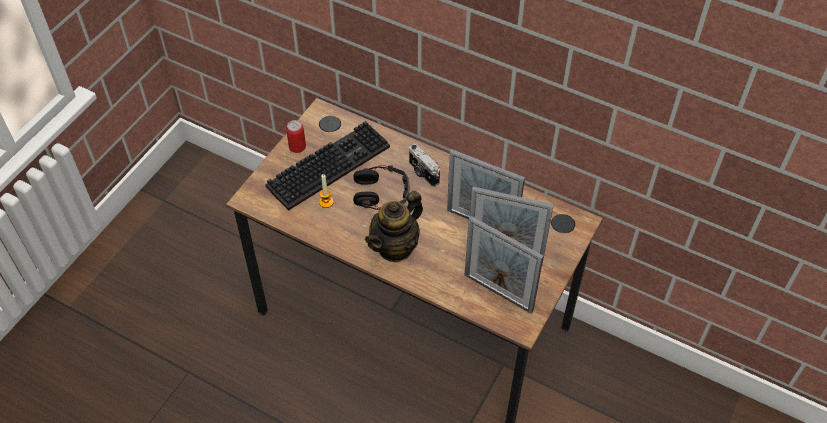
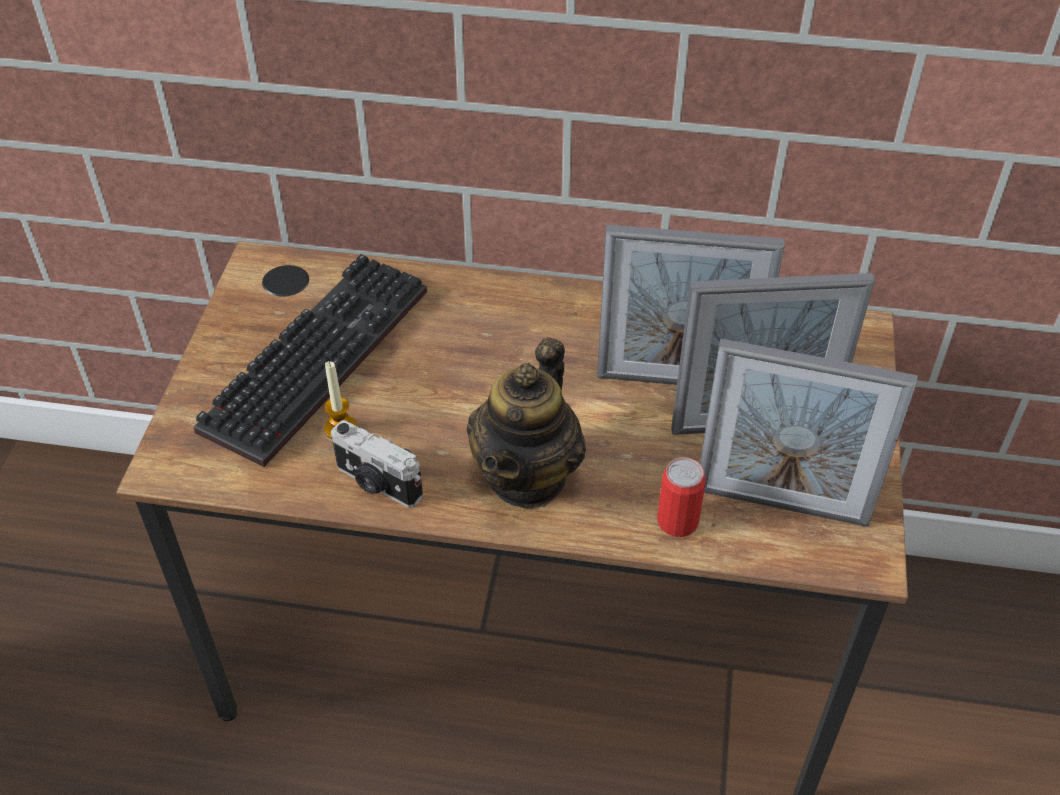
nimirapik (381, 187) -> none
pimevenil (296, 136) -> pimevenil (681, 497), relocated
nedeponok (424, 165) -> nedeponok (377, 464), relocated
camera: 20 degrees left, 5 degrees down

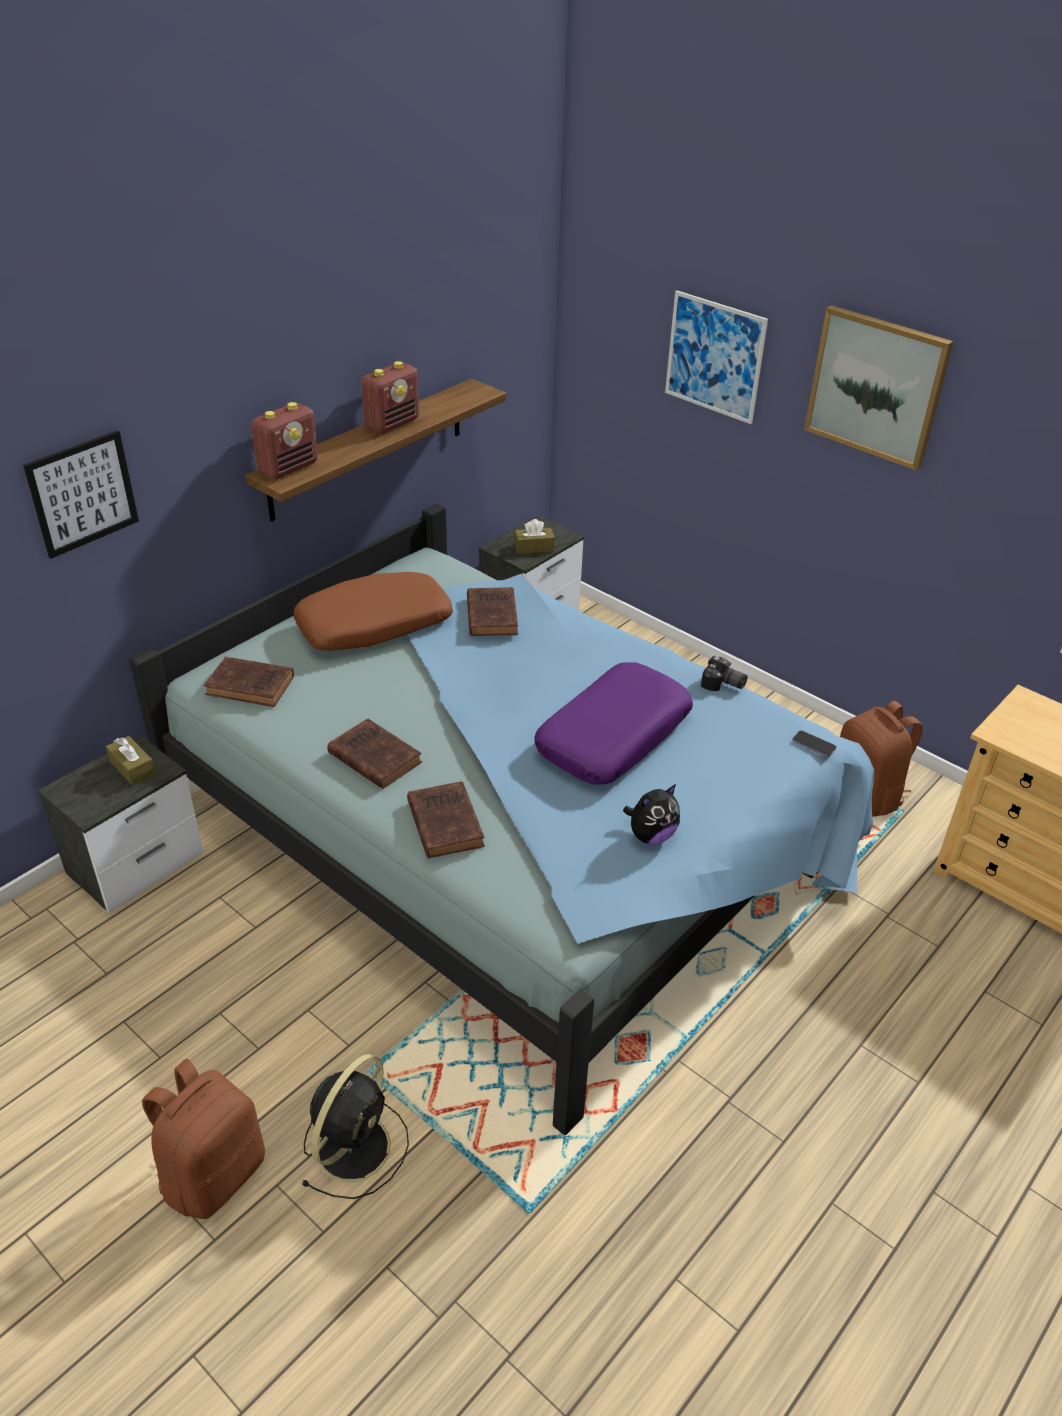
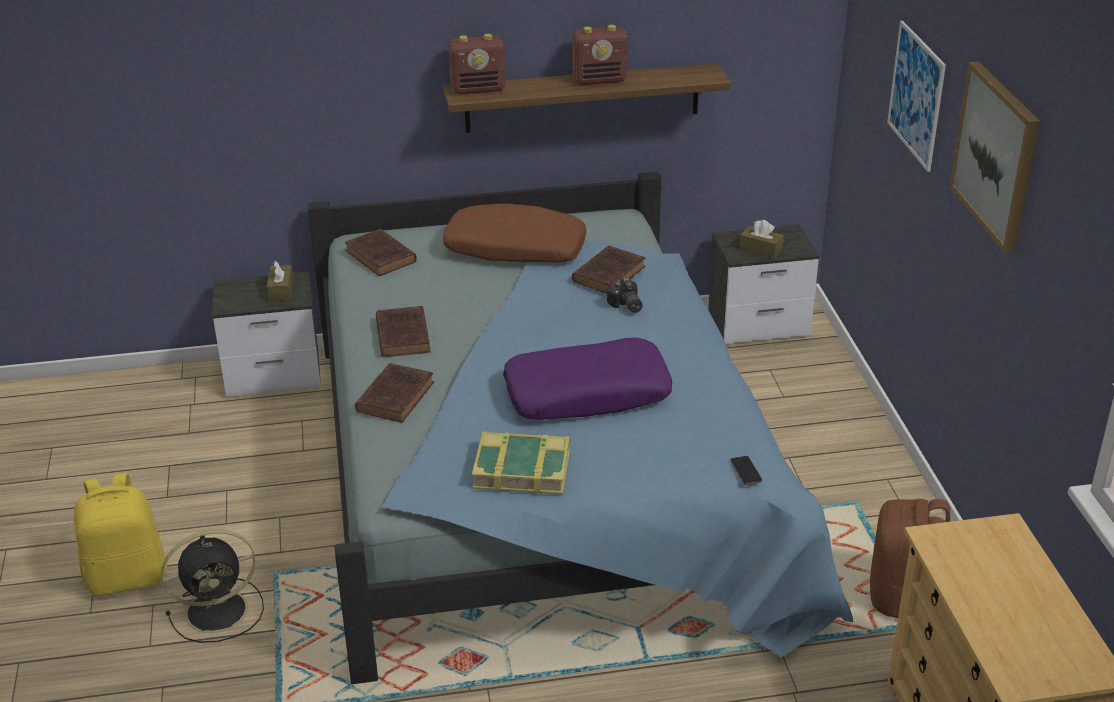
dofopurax (81, 494) -> none
nedeponok (724, 673) -> nedeponok (624, 295), relocated
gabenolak (651, 814) -> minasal (521, 463)
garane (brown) (203, 1139) -> garane (yellow) (120, 535)
camera: 40 degrees right, 5 degrees down

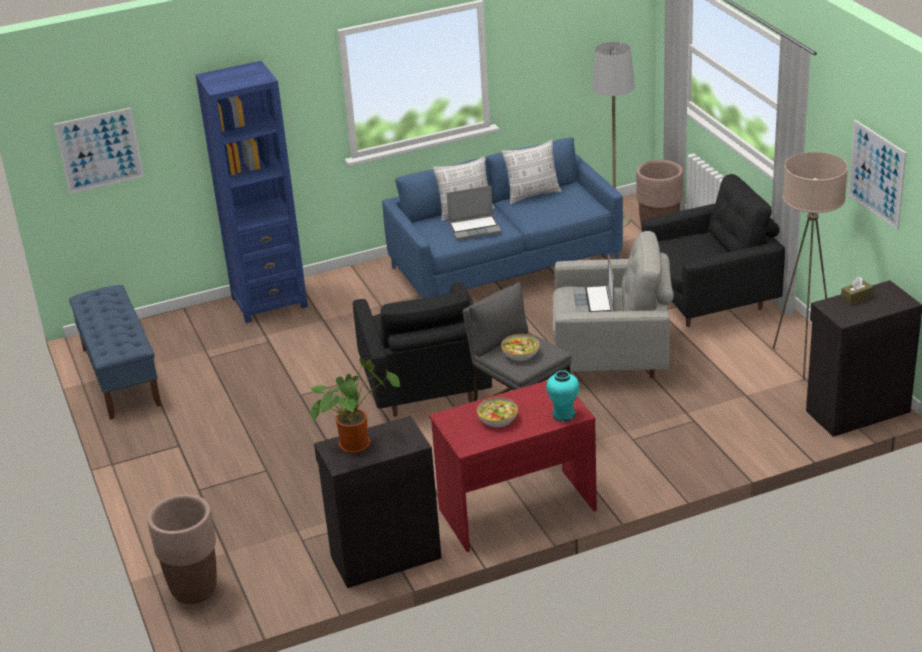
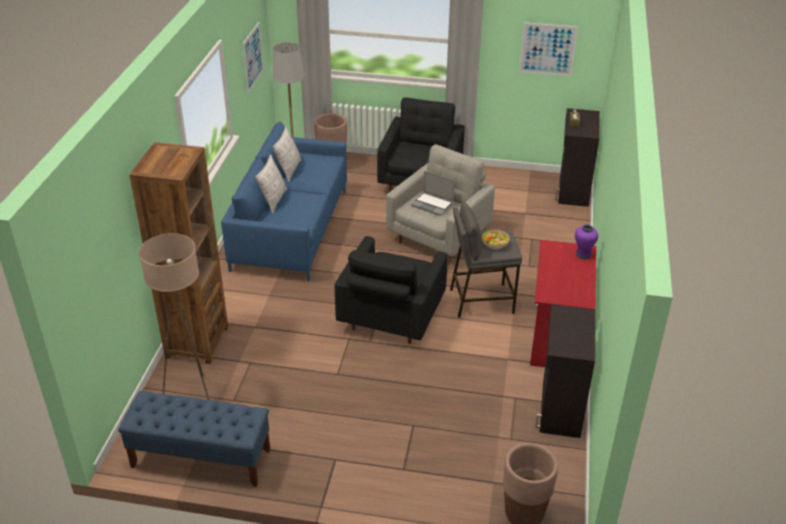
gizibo (355, 406) -> none
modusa (474, 212) -> none
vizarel (497, 412) -> none
dofopurax (99, 151) -> dofopurax (253, 57), relocated
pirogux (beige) (810, 266) -> pirogux (beige) (174, 316), relocated
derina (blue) (251, 192) -> derina (brown) (178, 253)
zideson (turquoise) (562, 396) -> zideson (purple) (586, 241)
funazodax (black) (422, 349) -> funazodax (black) (391, 290), 90 degrees clockwise
camera: 60 degrees left, 5 degrees up

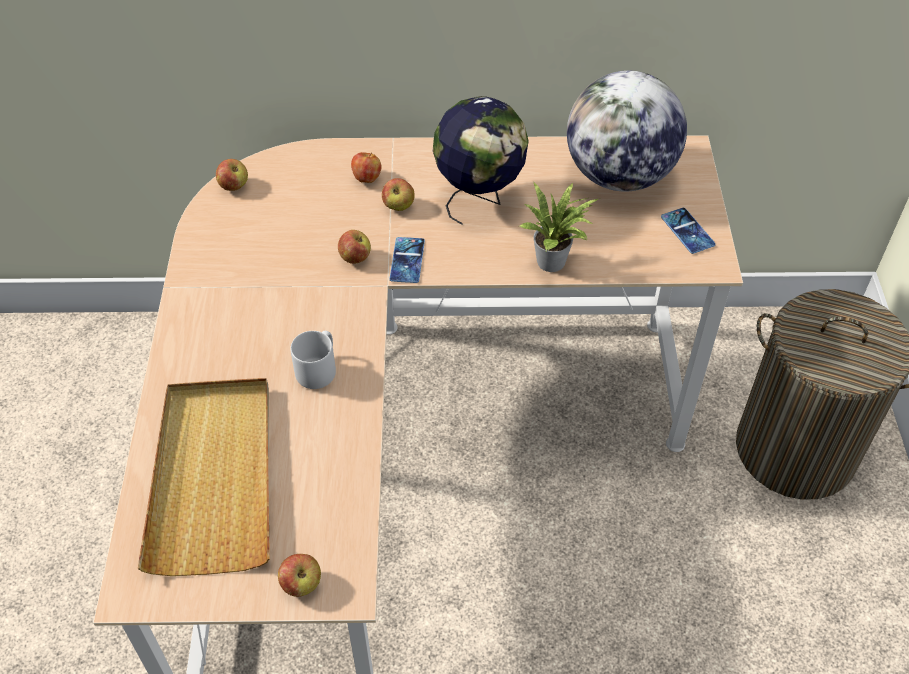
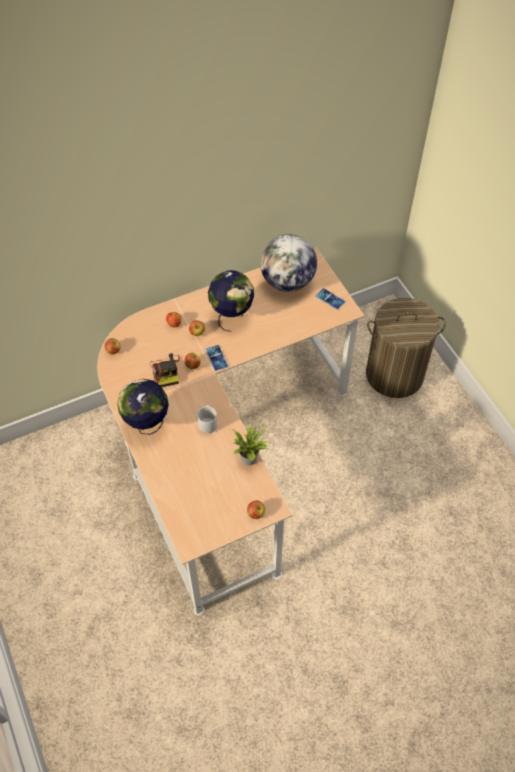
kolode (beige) (204, 477) -> none
none -> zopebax (143, 407)
none -> nedeponok (165, 370)
gizibo (558, 227) -> gizibo (251, 444), relocated
camera: 25 degrees left, 5 degrees up

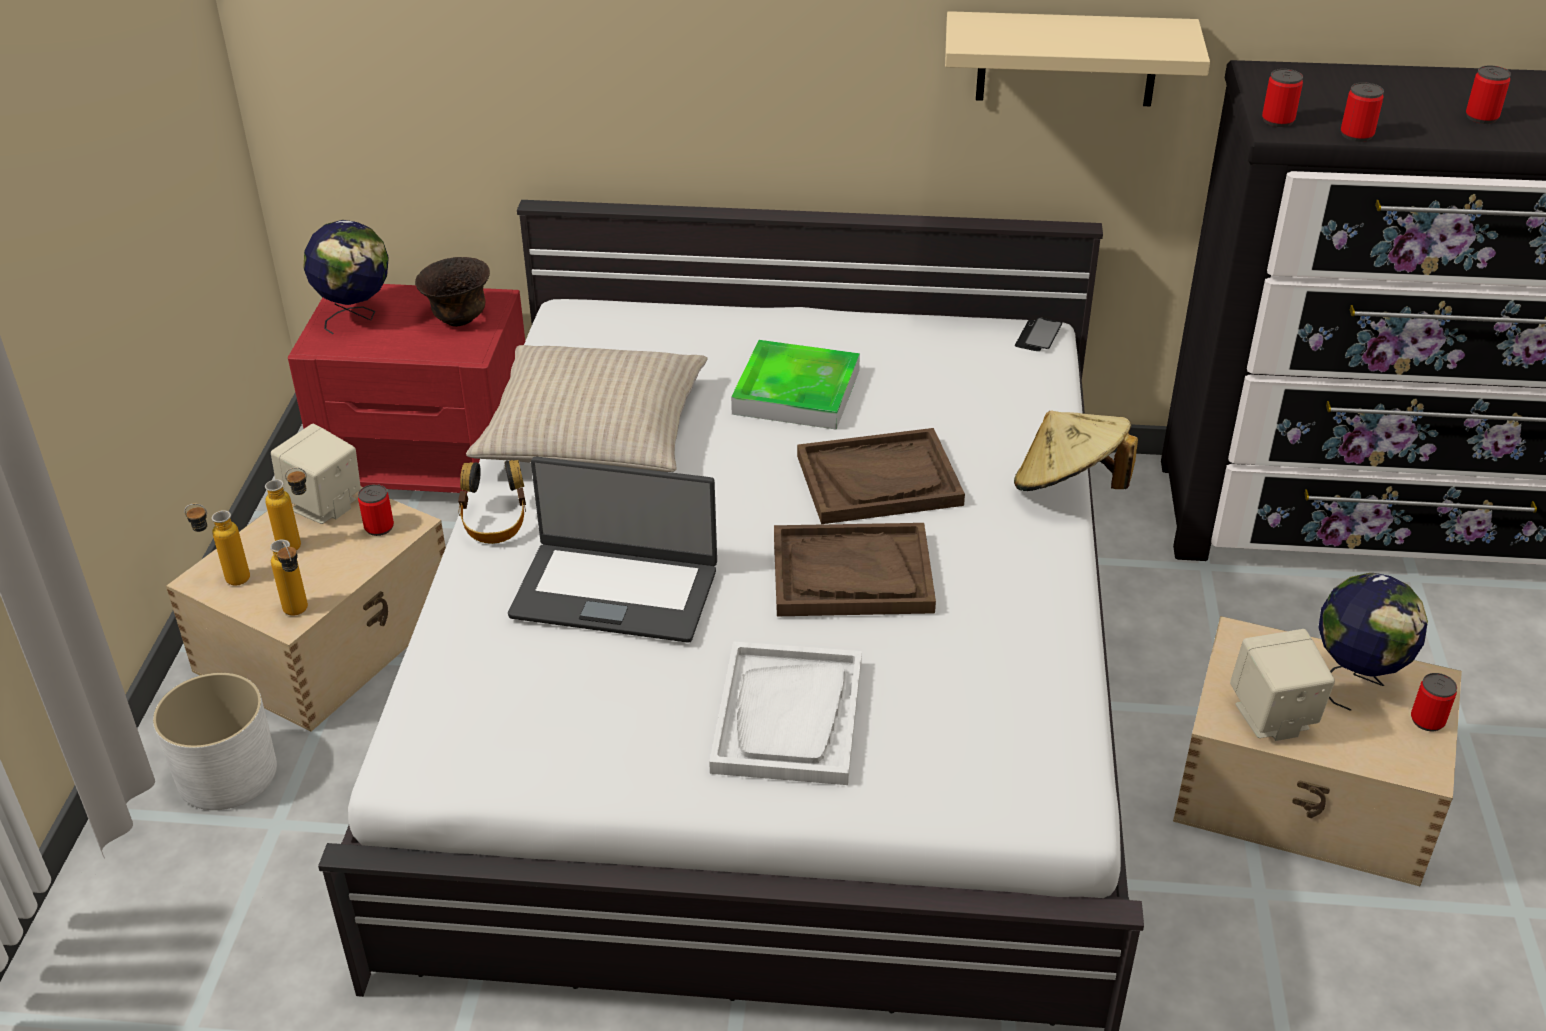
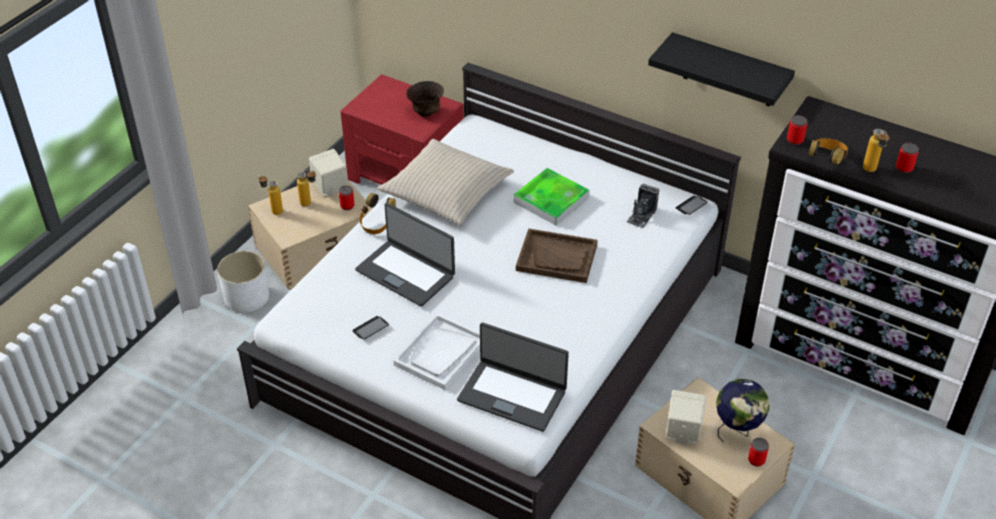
zopebax (346, 277) -> none
kolode (brown) (855, 569) -> none
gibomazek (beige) (1076, 450) -> none
none -> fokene (371, 328)
none -> modusa (513, 377)
none -> nedeponok (642, 205)
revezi (289, 577) -> revezi (876, 150), relocated
pimevenil (1362, 112) -> nimirapik (828, 151)
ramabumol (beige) (1077, 58) -> ramabumol (black) (721, 69)
camera: 25 degrees right, 5 degrees up

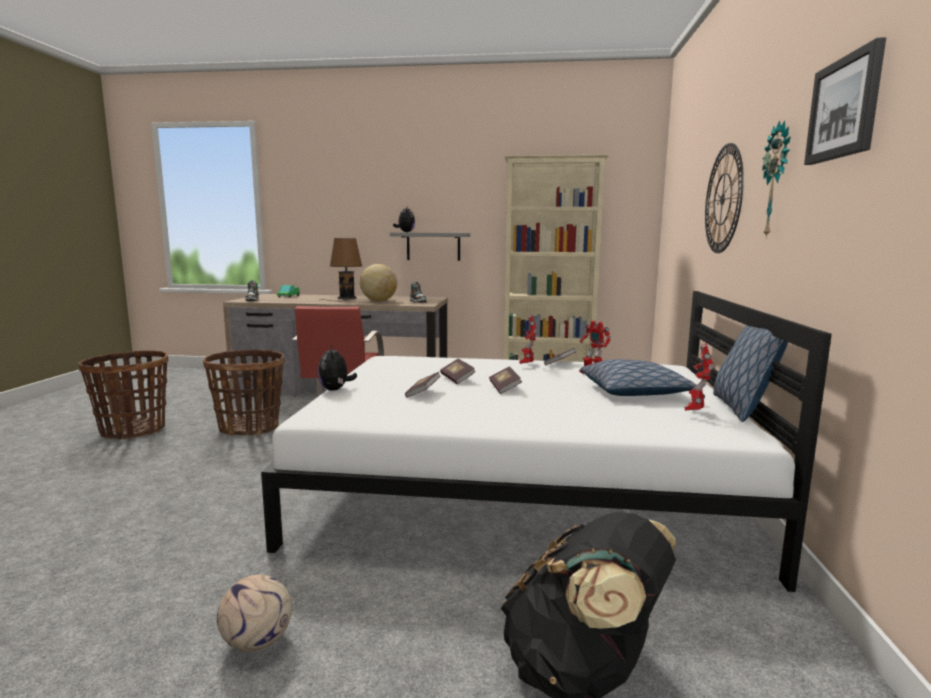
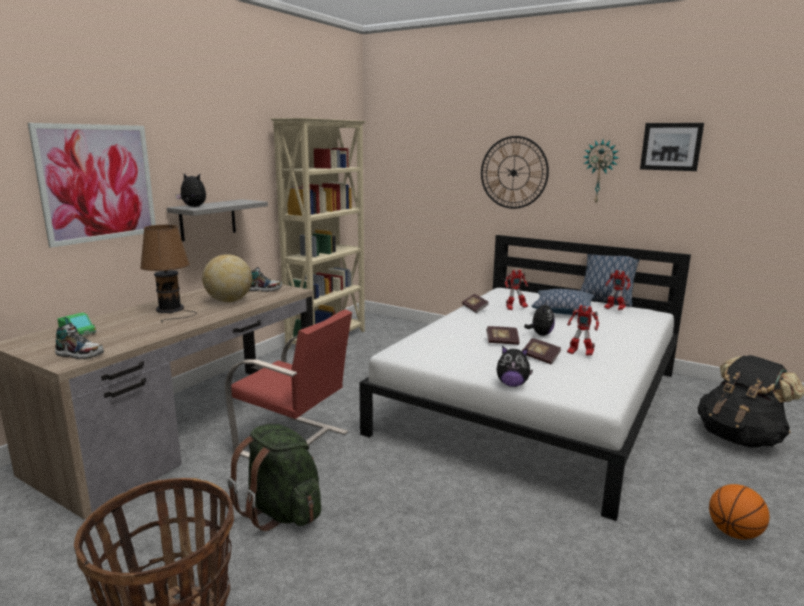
none -> dofopurax (92, 185)
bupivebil (528, 339) -> bupivebil (583, 330), relocated
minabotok (244, 392) -> garane (green) (274, 477)
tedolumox (254, 613) -> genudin (739, 511)
minasal (505, 380) -> gabenolak (539, 318)
camera: 65 degrees left, 5 degrees up

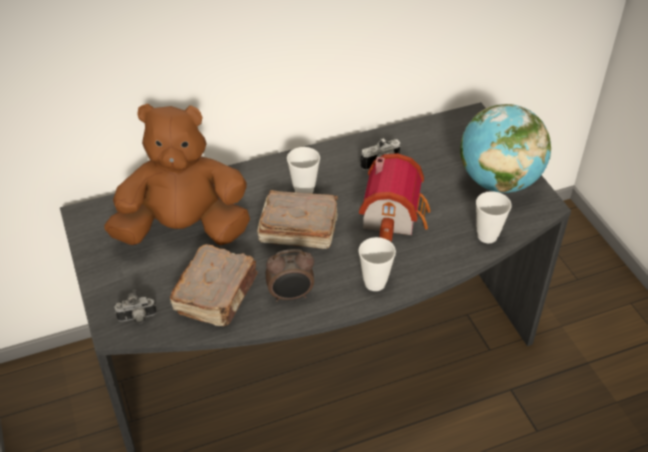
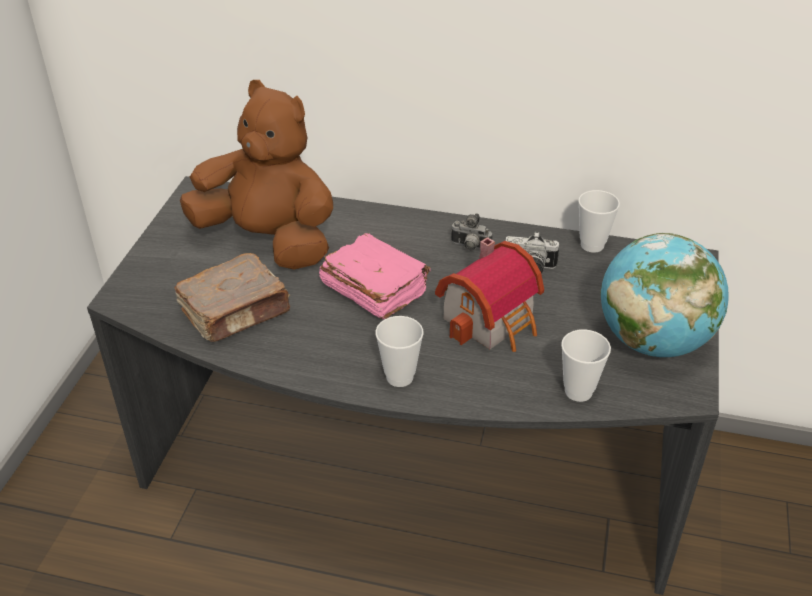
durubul (290, 275) -> none
nedeponok (135, 307) -> nedeponok (471, 232), relocated
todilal (303, 170) -> todilal (599, 221), relocated
minasal (brown) (297, 219) -> minasal (pink) (375, 276)
camera: 35 degrees right, 5 degrees down

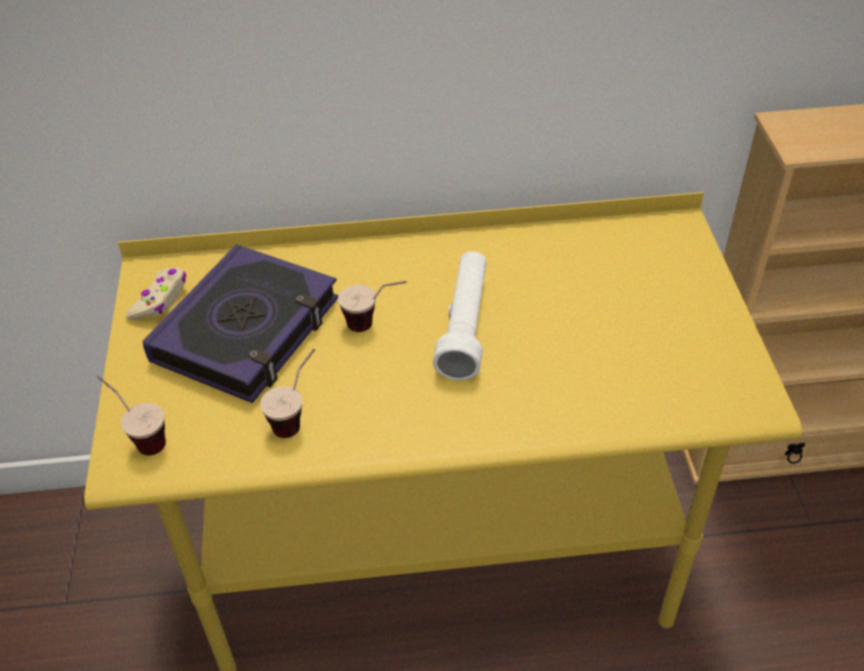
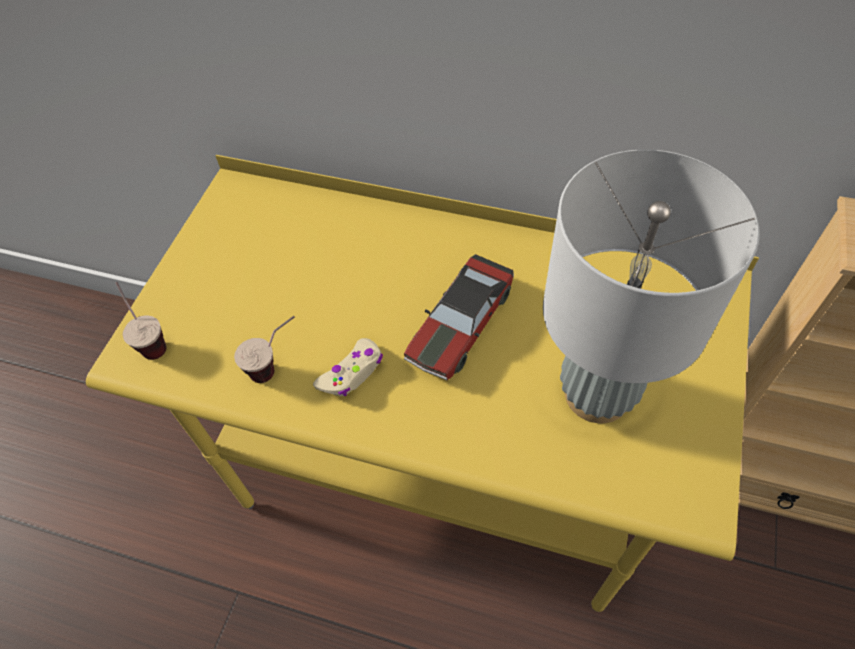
minasal (240, 323) -> none
todilal (372, 306) -> none
none -> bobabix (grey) (651, 286)
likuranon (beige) (156, 294) -> likuranon (beige) (348, 367), relocated
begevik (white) (460, 315) -> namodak (459, 317)
camera: 25 degrees right, 10 degrees up

